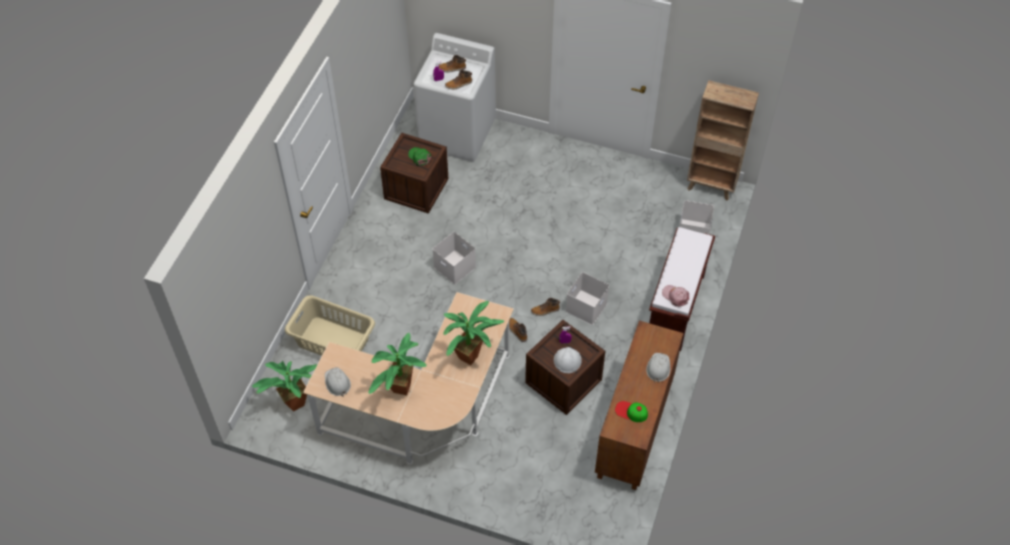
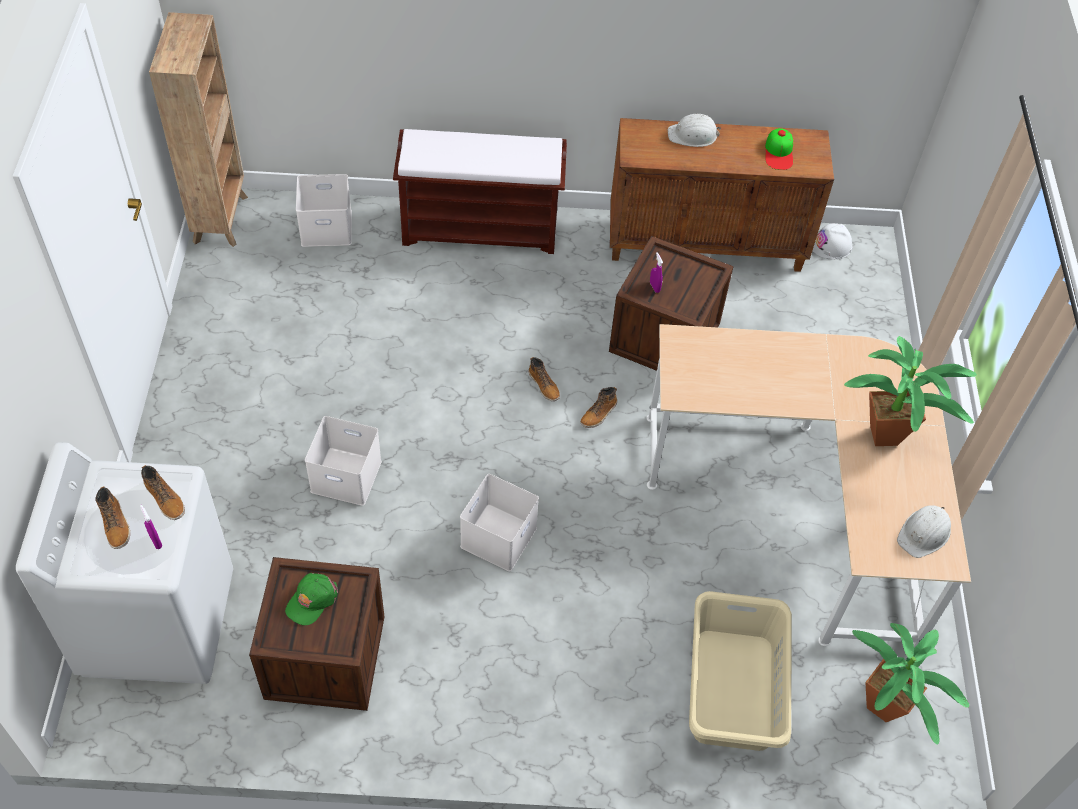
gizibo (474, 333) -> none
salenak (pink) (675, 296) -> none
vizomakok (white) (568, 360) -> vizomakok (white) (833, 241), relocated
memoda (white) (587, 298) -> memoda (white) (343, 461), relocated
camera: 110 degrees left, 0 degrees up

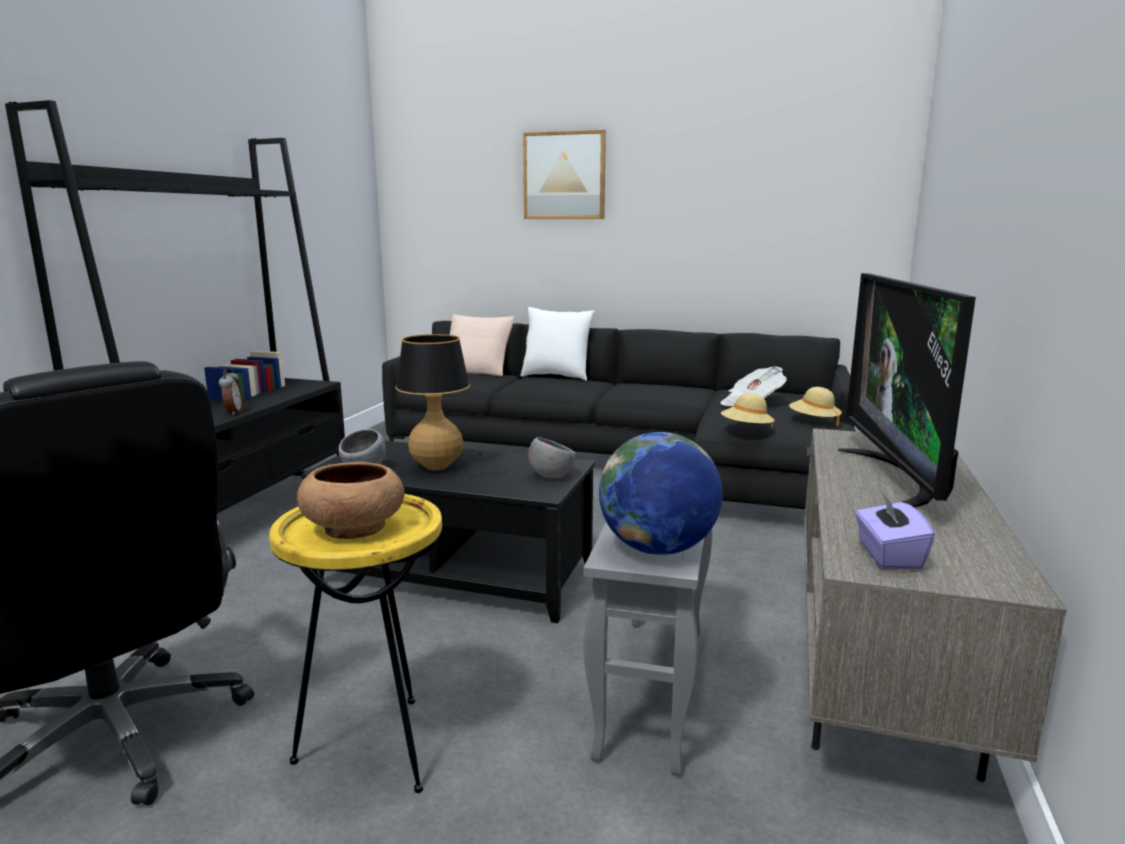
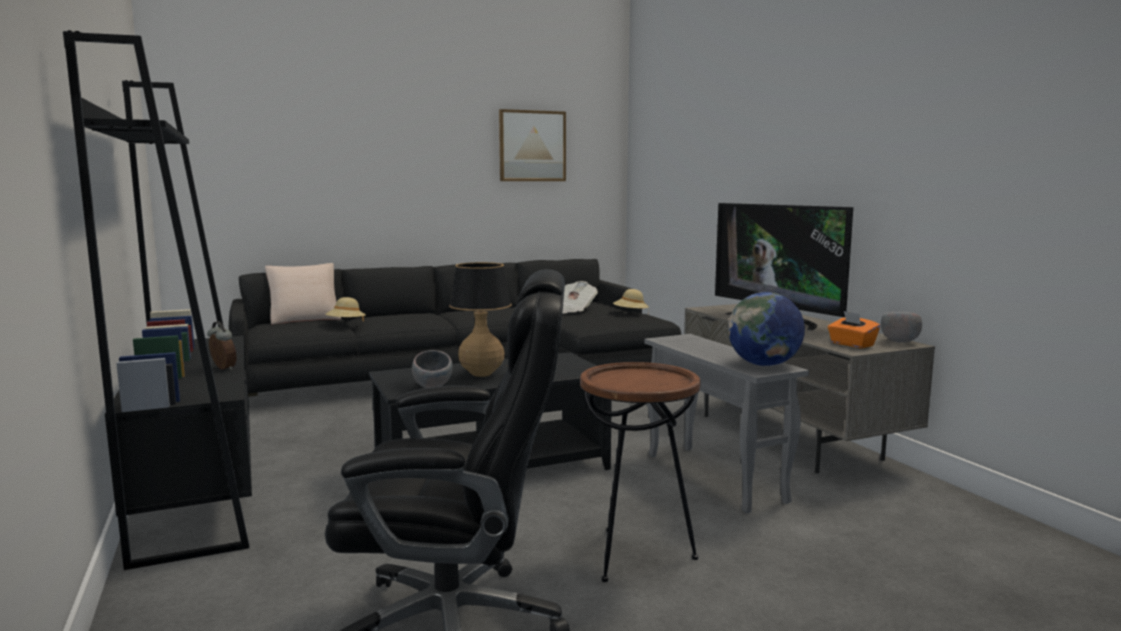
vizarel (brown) (350, 500) -> none
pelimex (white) (558, 344) -> none
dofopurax (564, 174) -> dofopurax (532, 145), relocated
vizarel (grey) (551, 457) -> vizarel (grey) (901, 327), relocated
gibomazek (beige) (748, 411) -> gibomazek (beige) (345, 309), relocated
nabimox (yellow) (355, 643) -> nabimox (brown) (640, 472)
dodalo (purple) (895, 531) -> dodalo (orange) (854, 329)
camera: 40 degrees left, 5 degrees down

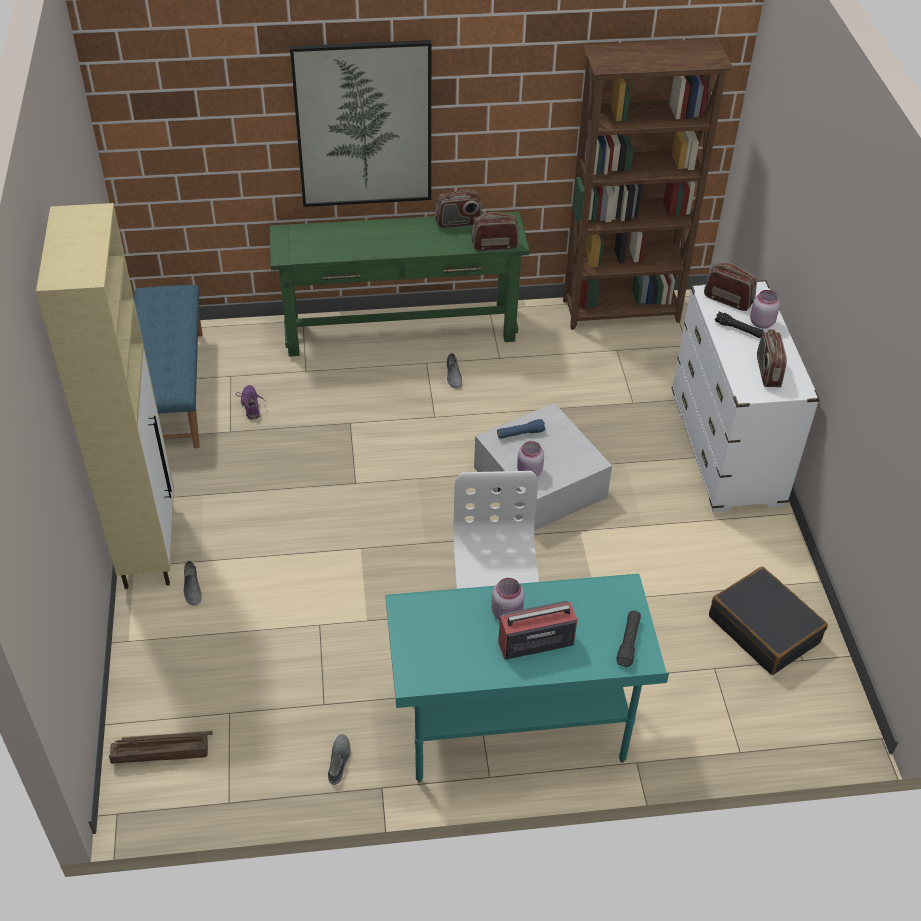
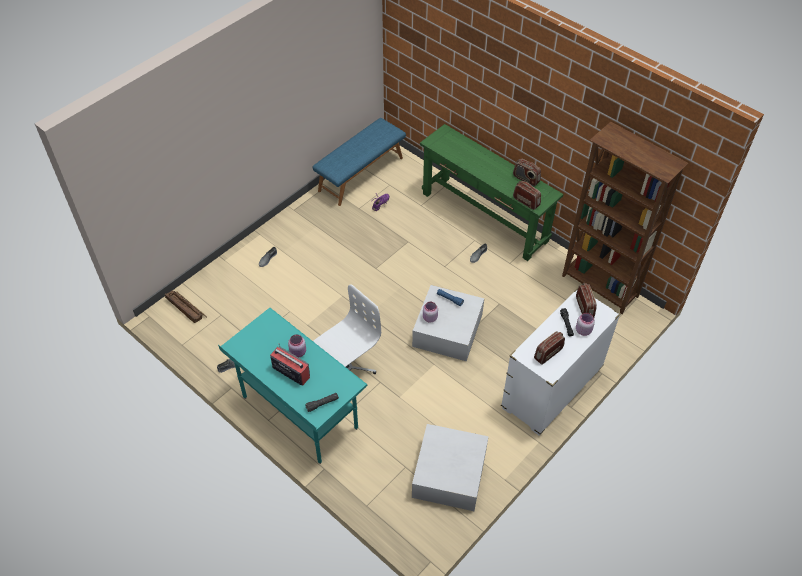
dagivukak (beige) (105, 396) -> none
dofopurax (360, 123) -> none
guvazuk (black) (768, 621) -> memoda (white) (450, 467)
camera: 50 degrees right, 5 degrees up

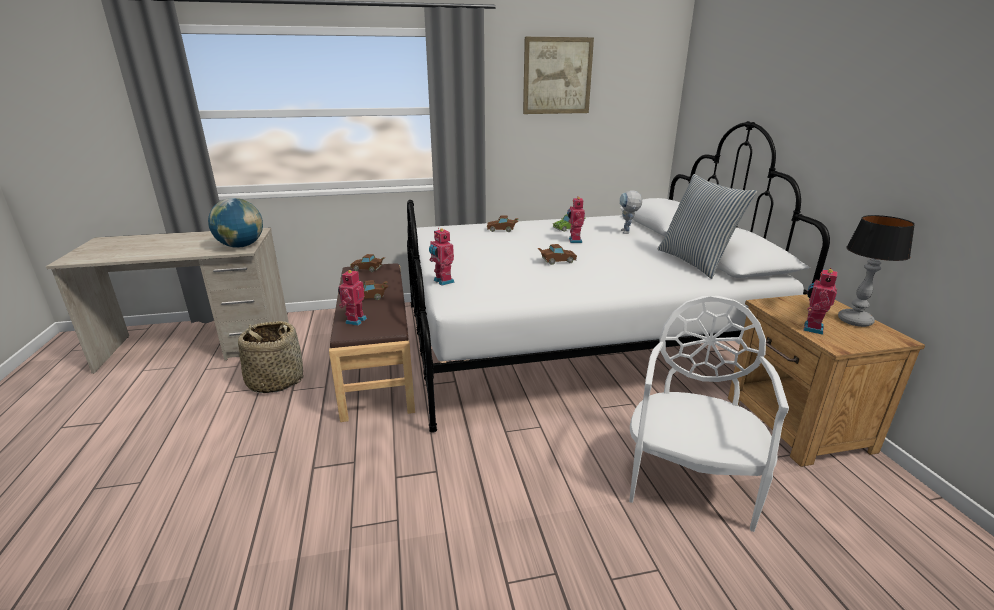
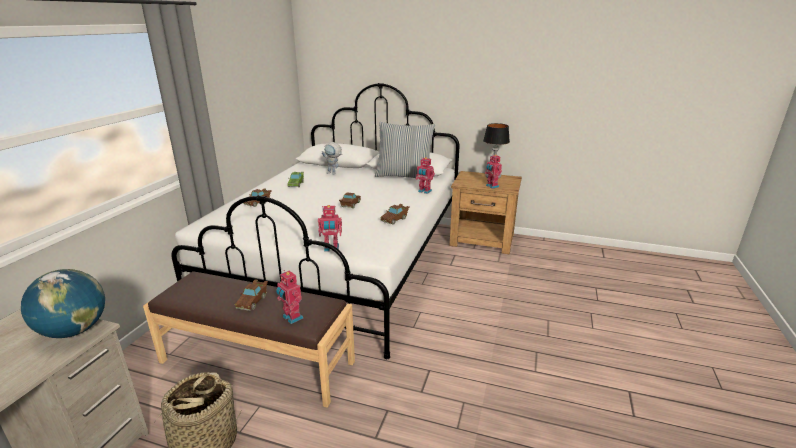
dofopurax (558, 75) -> none
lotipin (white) (709, 414) -> none
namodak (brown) (367, 263) -> namodak (brown) (394, 214), relocated
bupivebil (576, 219) -> bupivebil (425, 175), relocated
camera: 60 degrees left, 0 degrees up

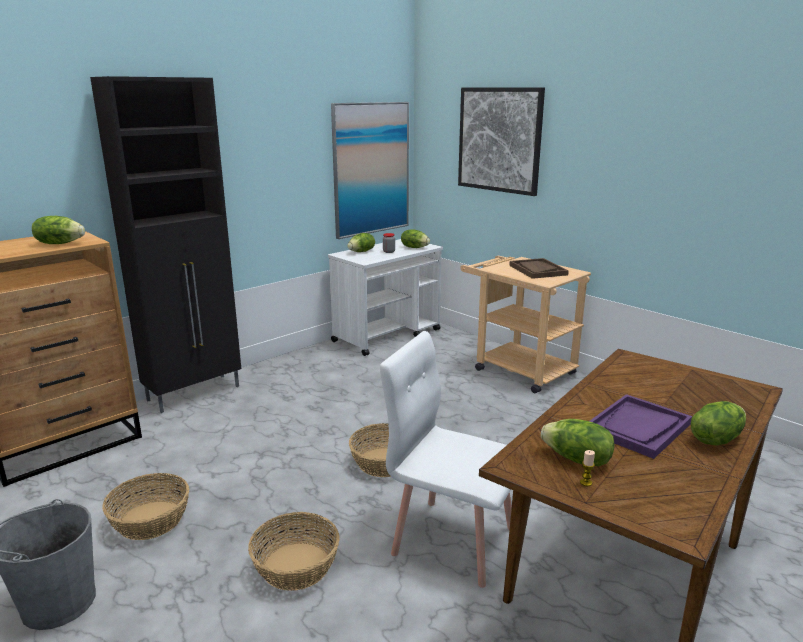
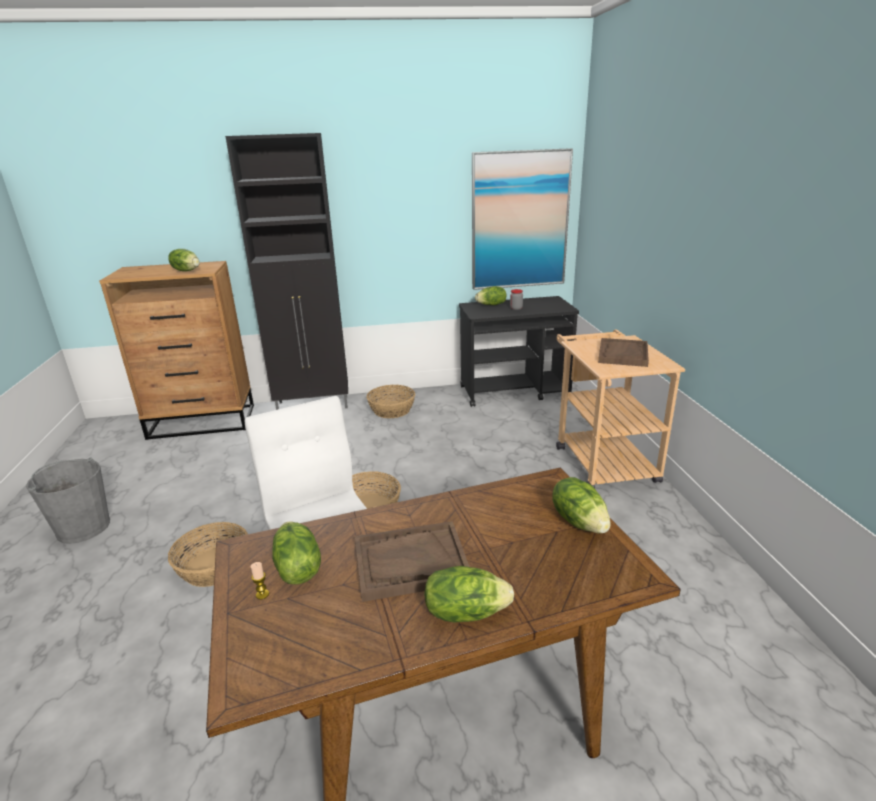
dofopurax (501, 141) -> none
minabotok (145, 506) -> minabotok (391, 401), relocated
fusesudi (415, 239) -> fusesudi (581, 505), relocated
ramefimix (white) (385, 297) -> ramefimix (black) (519, 351)
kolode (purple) (641, 426) -> kolode (brown) (412, 561)
camera: 35 degrees right, 5 degrees up

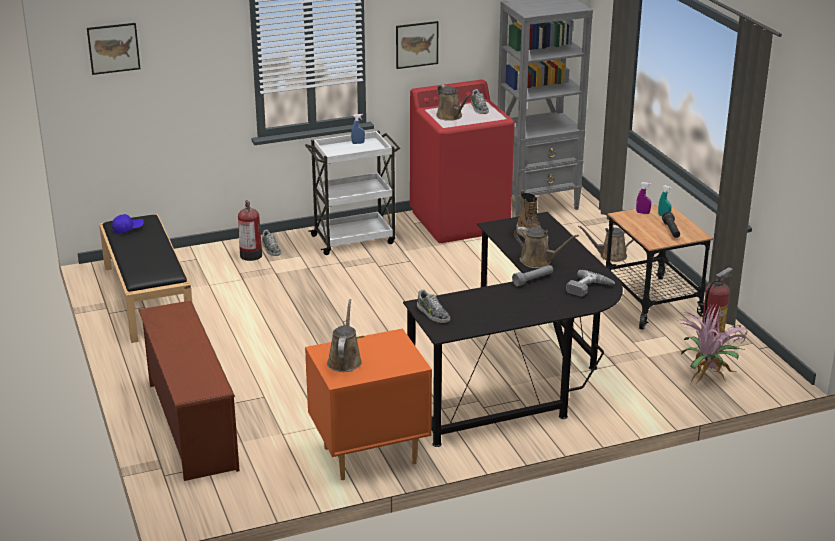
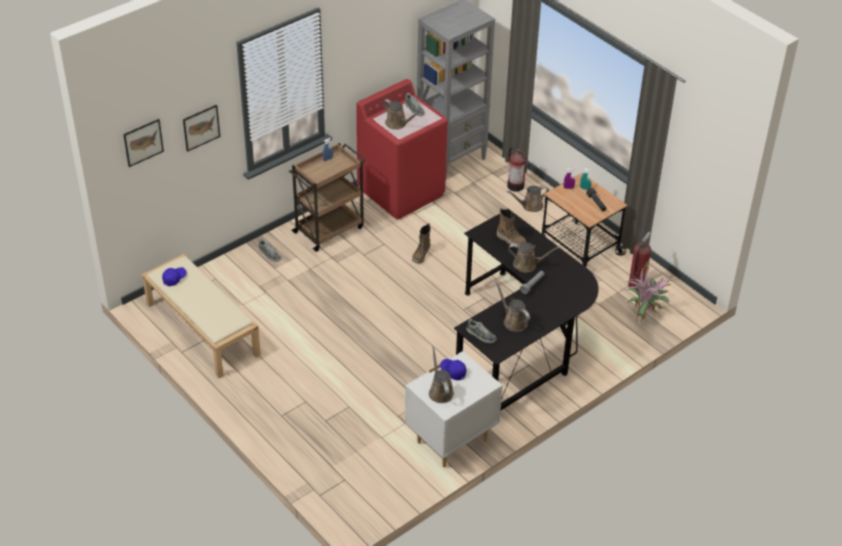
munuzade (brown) (189, 390) -> none
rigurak (590, 283) -> none
none -> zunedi (421, 243)
none -> salenak (blue) (453, 369)
none -> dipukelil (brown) (512, 306)
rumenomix (250, 230) -> rumenomix (516, 169), relocated
dofopurax (417, 45) -> dofopurax (201, 128), relocated
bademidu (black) (145, 279) -> bademidu (beige) (201, 316)
ramefimix (white) (352, 192) -> ramefimix (brown) (327, 197)
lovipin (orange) (368, 404) -> lovipin (white) (454, 409)
camera: 20 degrees left, 15 degrees up

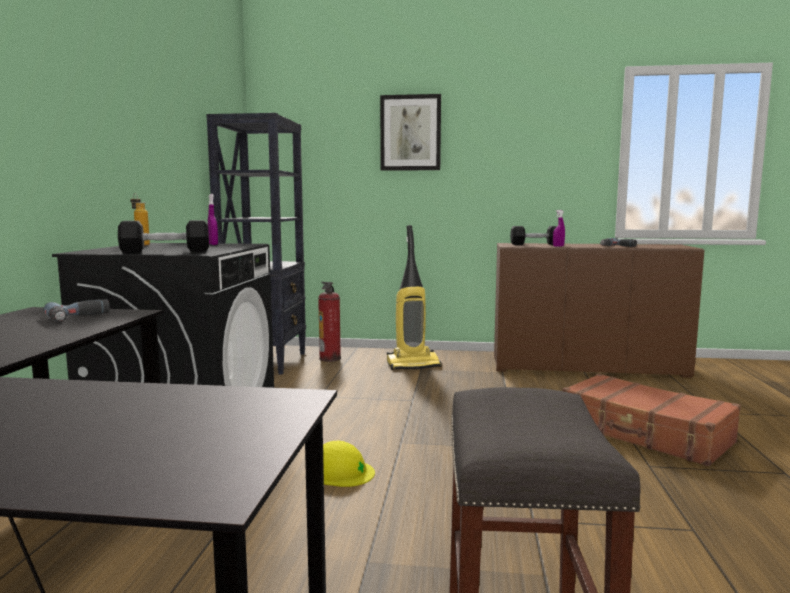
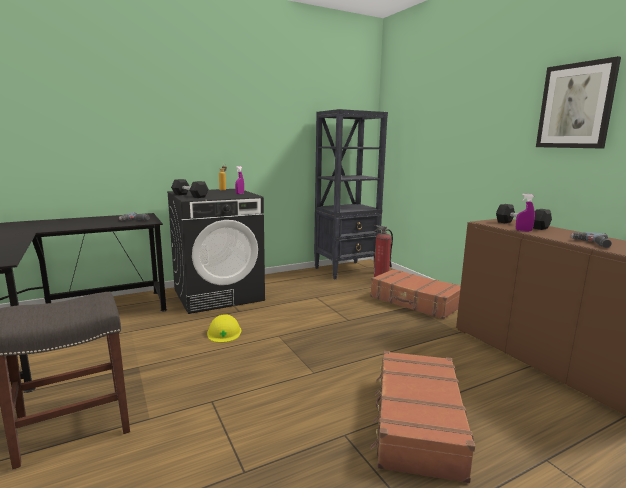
dofopurax (410, 132) -> dofopurax (578, 102), relocated
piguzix (414, 297) -> guvazuk (brown) (415, 294)
camera: 55 degrees right, 5 degrees up

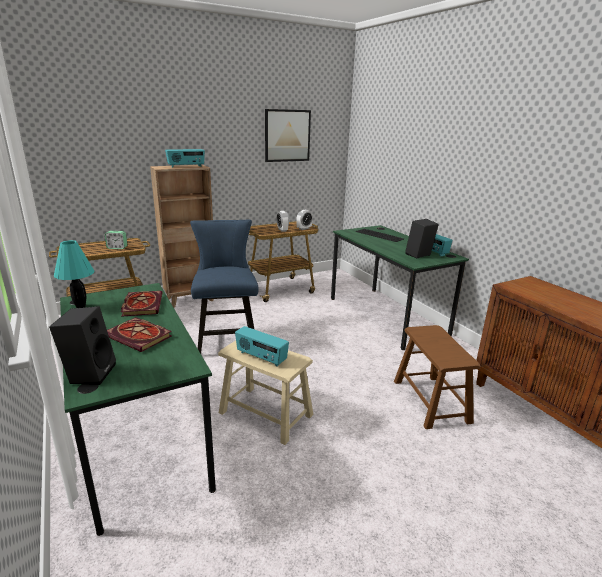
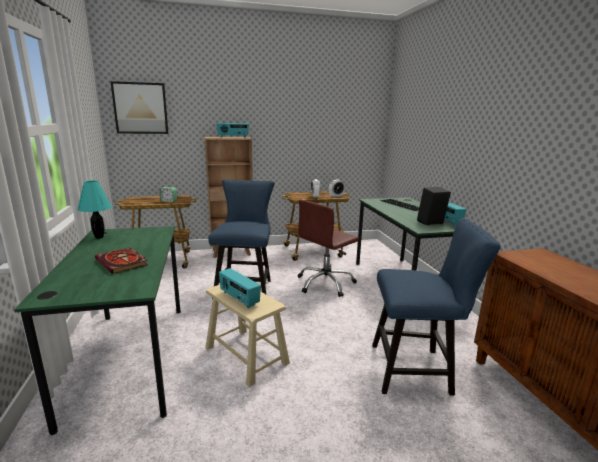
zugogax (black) (82, 345) -> none
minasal (141, 304) -> none
none -> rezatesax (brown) (328, 248)
dofopurax (288, 135) -> dofopurax (139, 107), relocated
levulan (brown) (437, 377) -> lotipin (blue) (436, 306)
camera: 15 degrees right, 5 degrees down

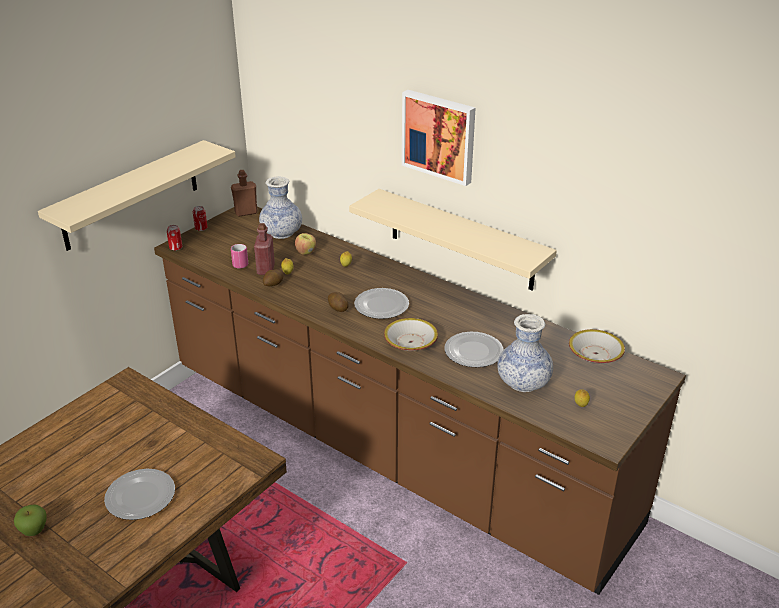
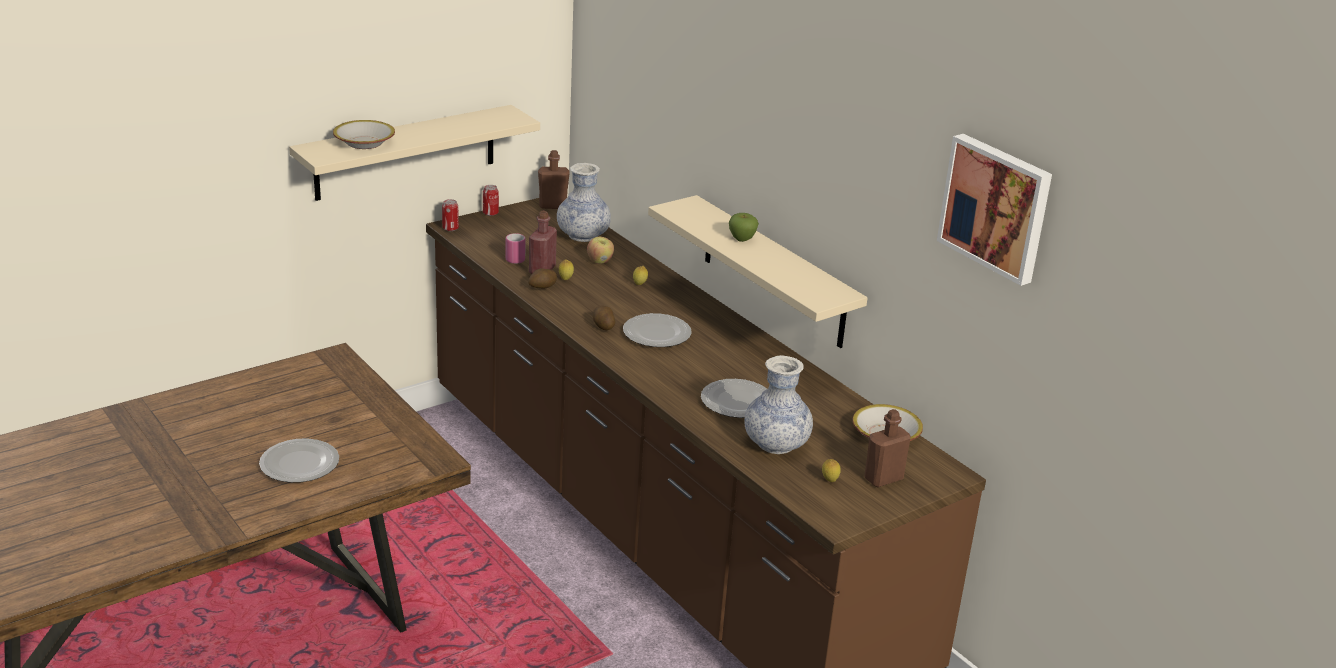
none -> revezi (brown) (887, 448)
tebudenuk (30, 520) -> tebudenuk (744, 227), relocated
vizarel (411, 334) -> vizarel (364, 134), relocated
dofopurax (439, 138) -> dofopurax (994, 210), relocated
camera: 15 degrees right, 5 degrees down

